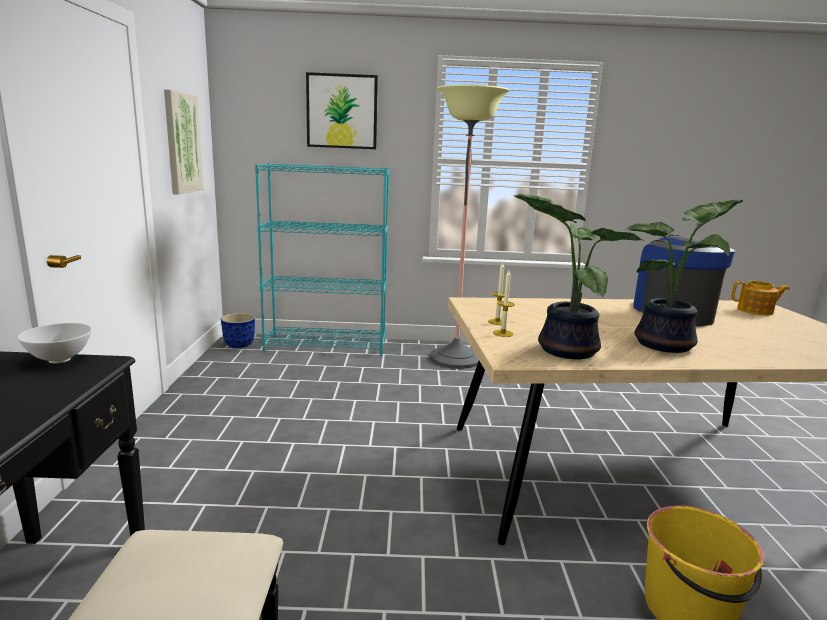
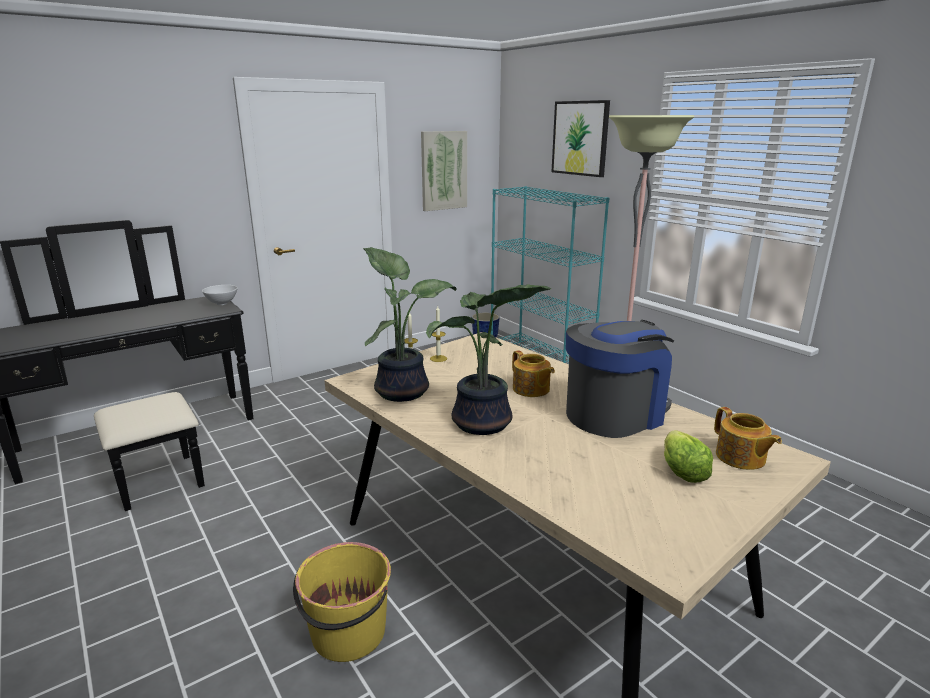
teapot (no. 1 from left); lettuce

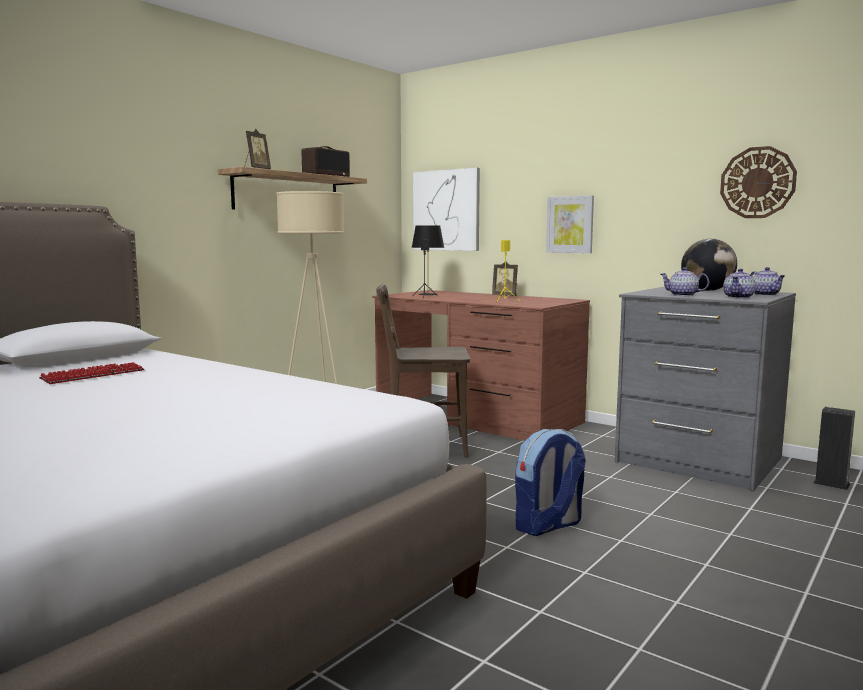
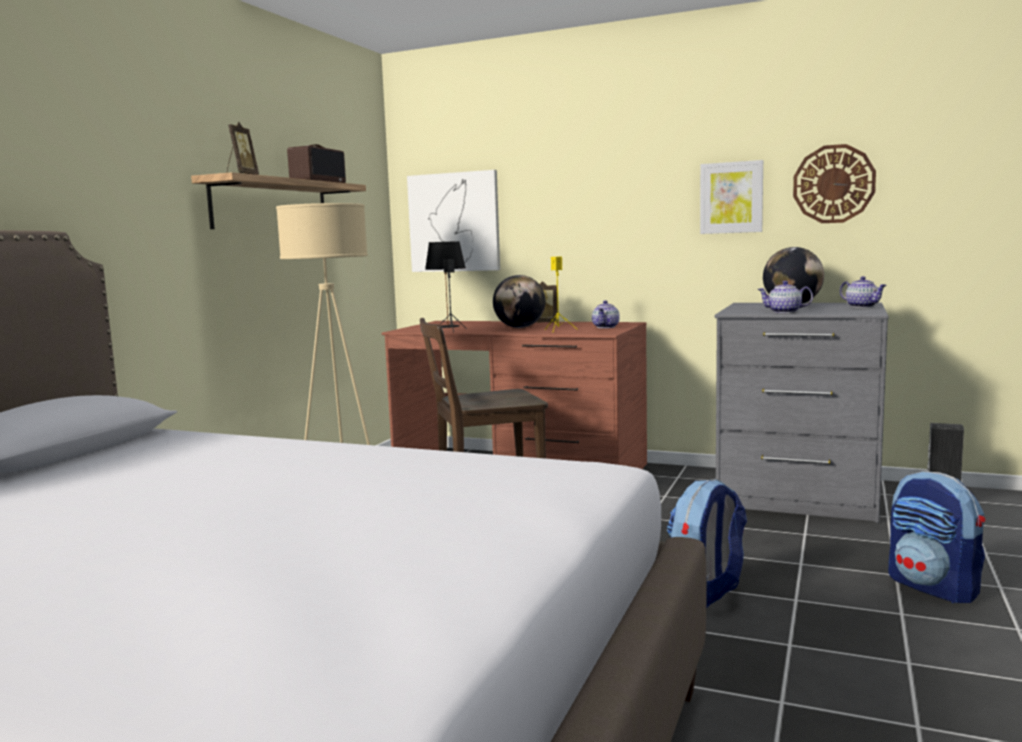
keyboard; globe (no. 1 from left); backpack (no. 2 from left); picture (no. 2 from left); teapot (no. 1 from left)

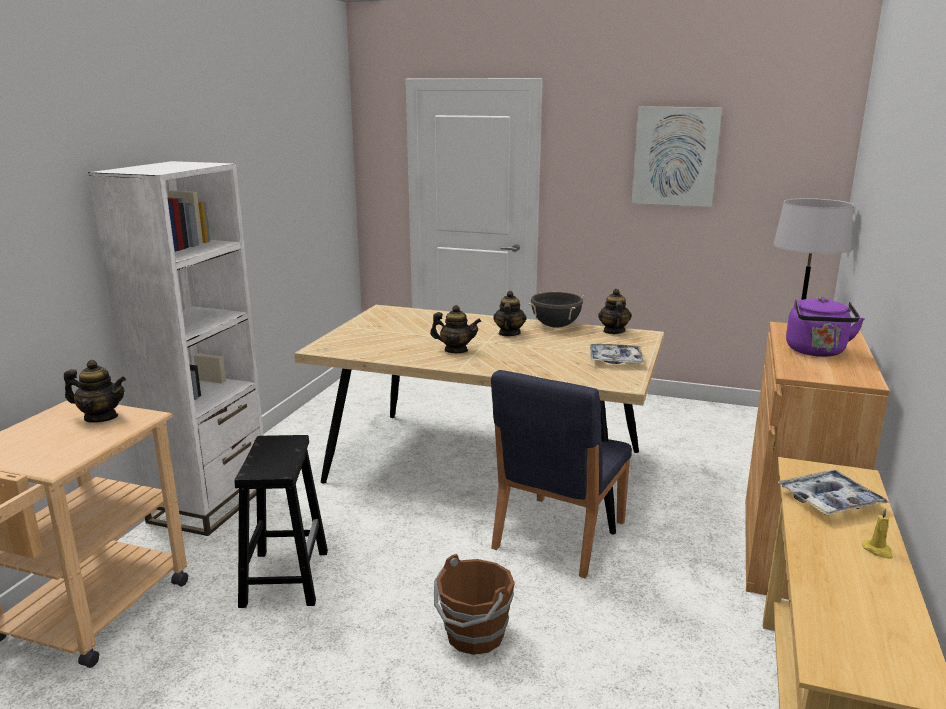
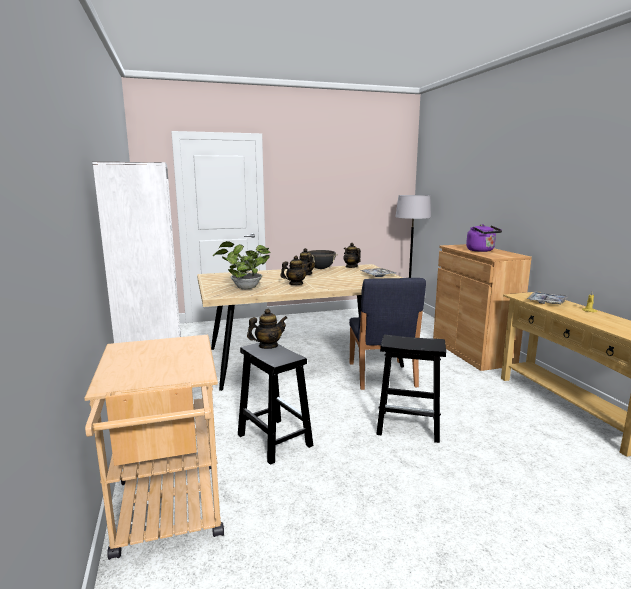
picture; potted plant; teapot (no. 1 from left); stool in black (no. 2 from left)

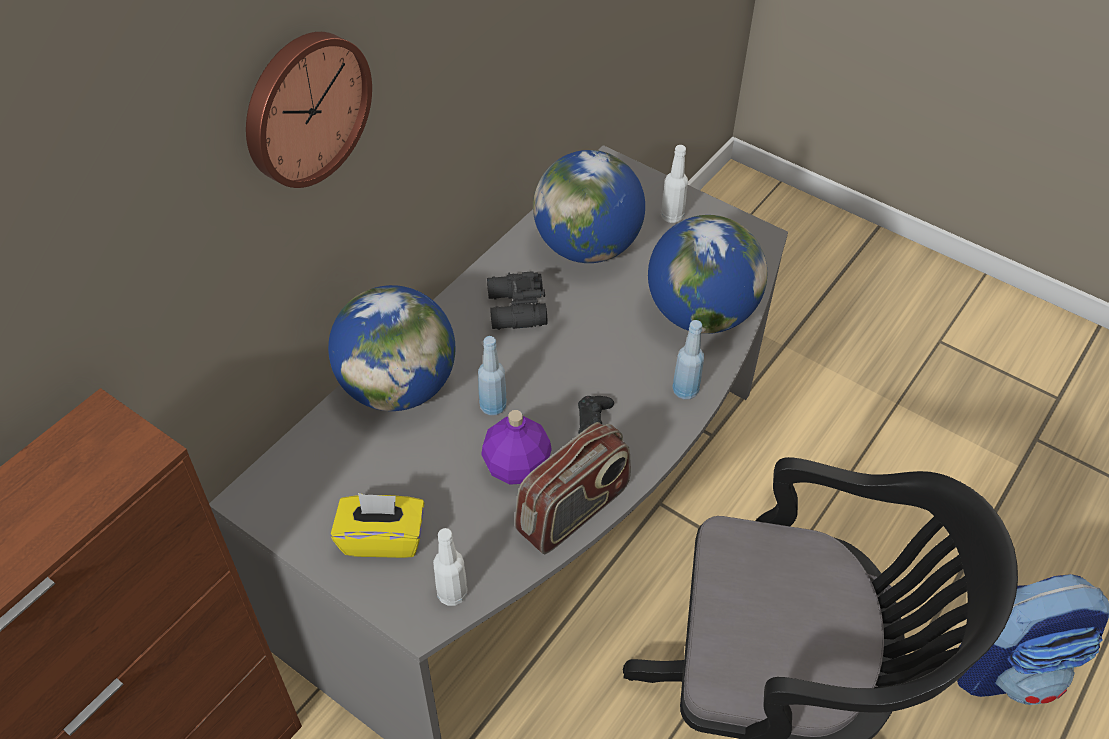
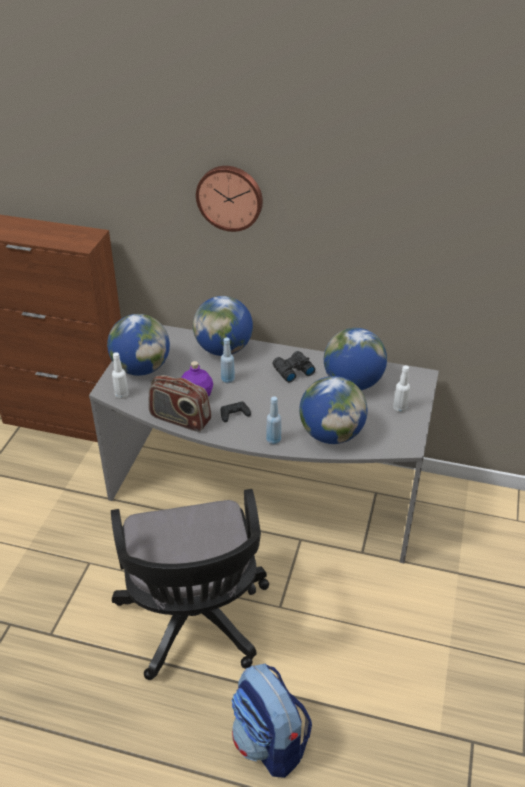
globe (no. 1 from left)

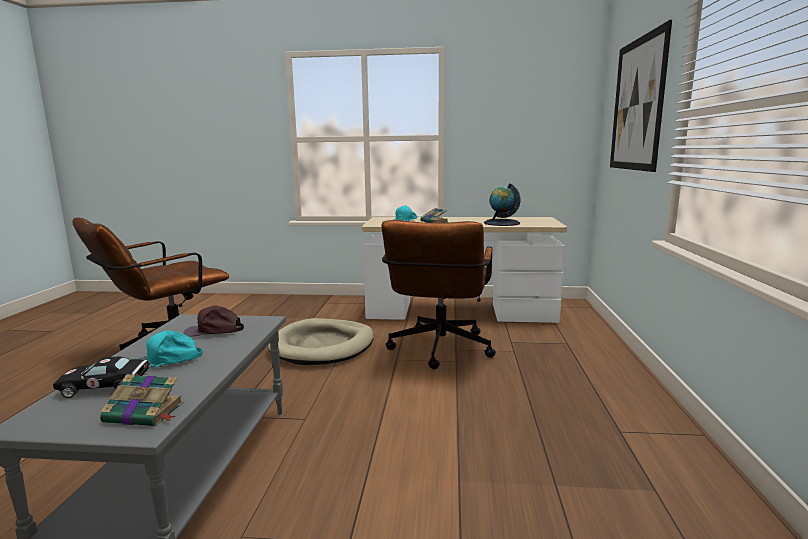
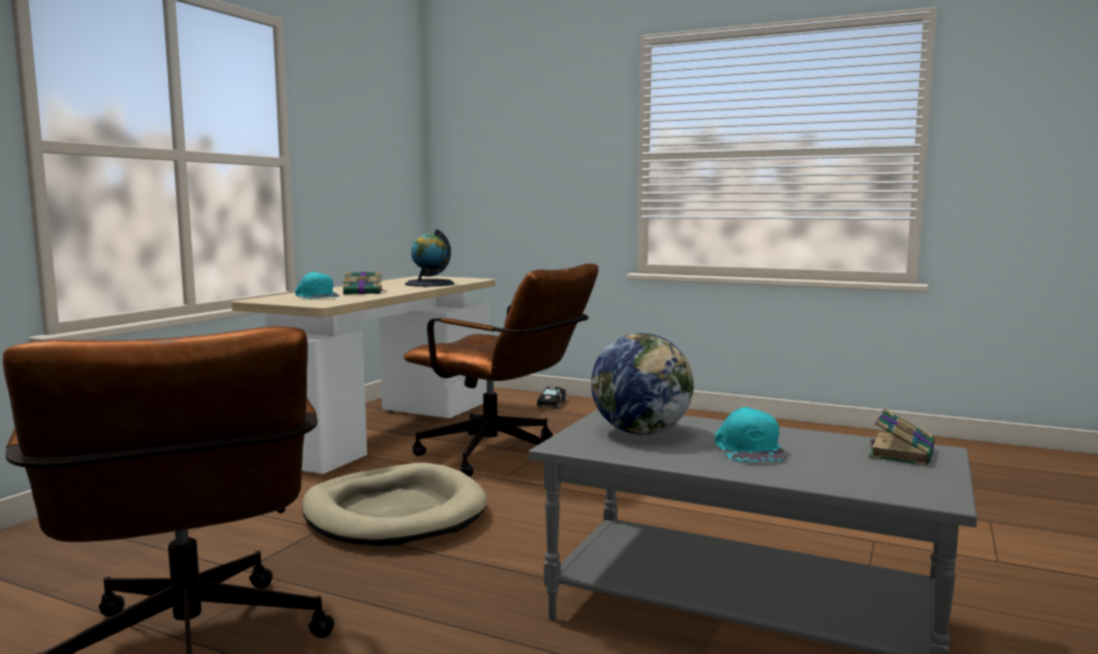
picture; toy car in black; globe (no. 2 from left)

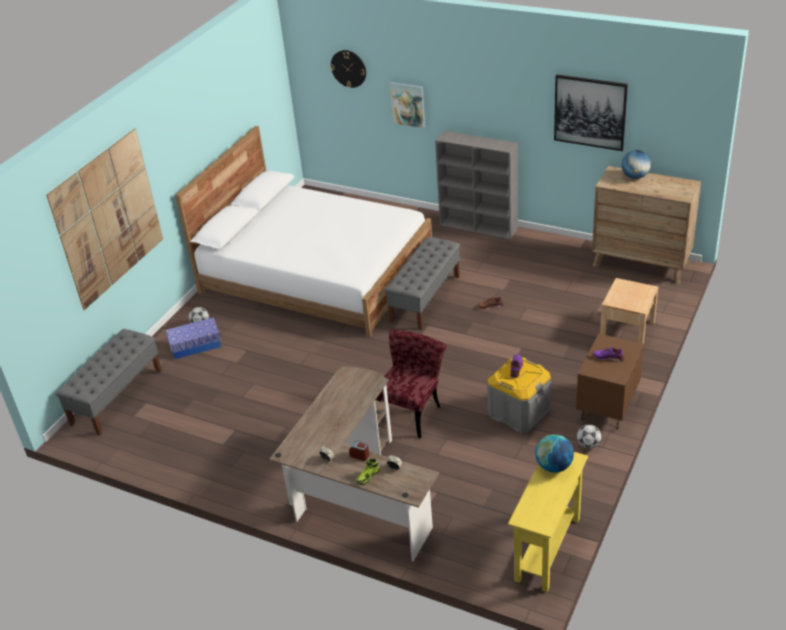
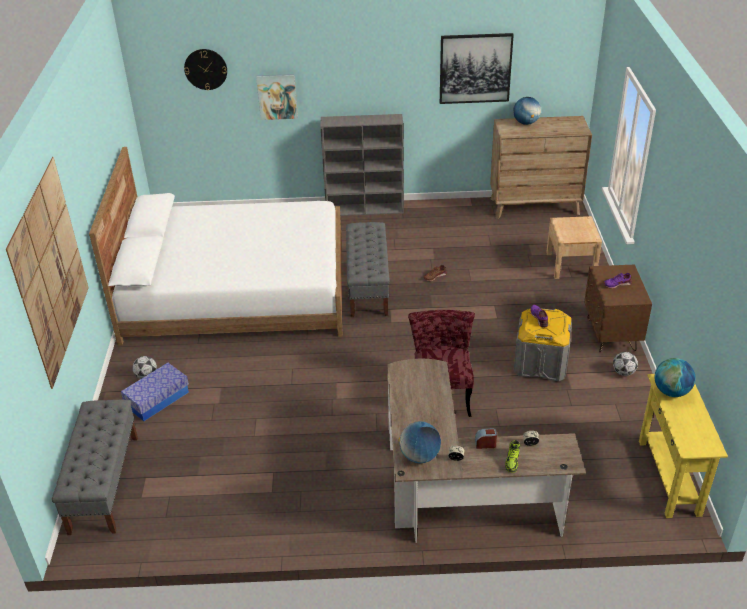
globe (no. 1 from left)

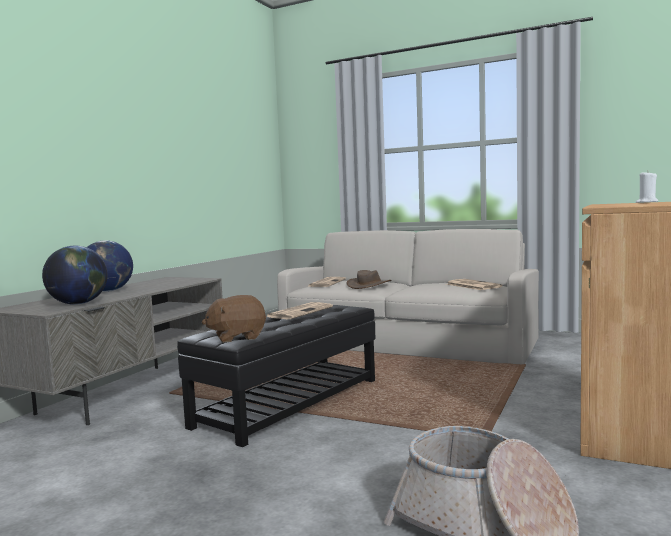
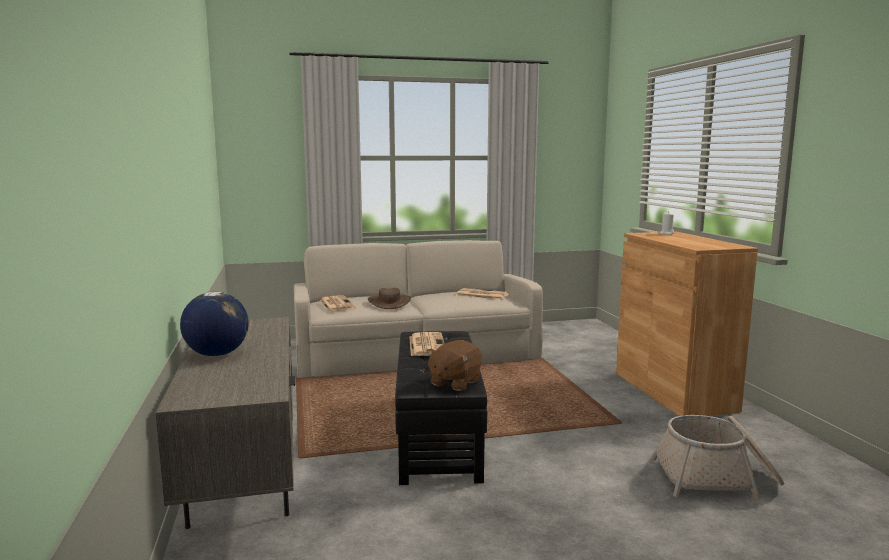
globe (no. 1 from left in the first image)

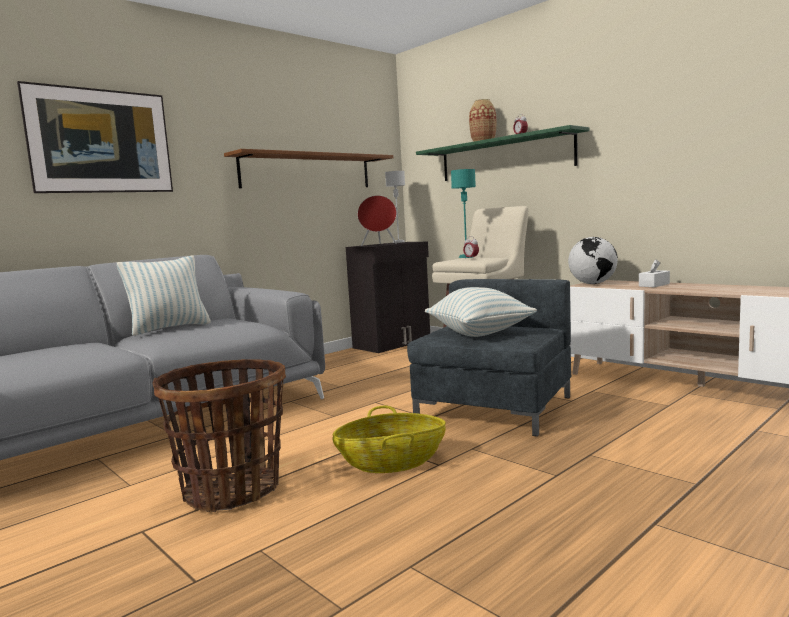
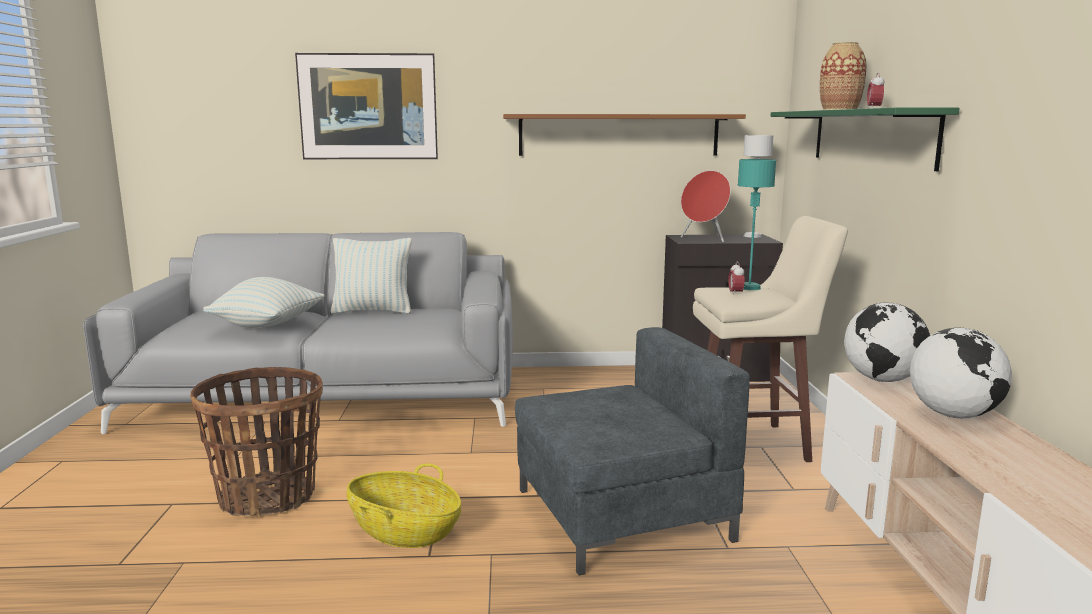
pillow (no. 1 from left); globe (no. 2 from left)

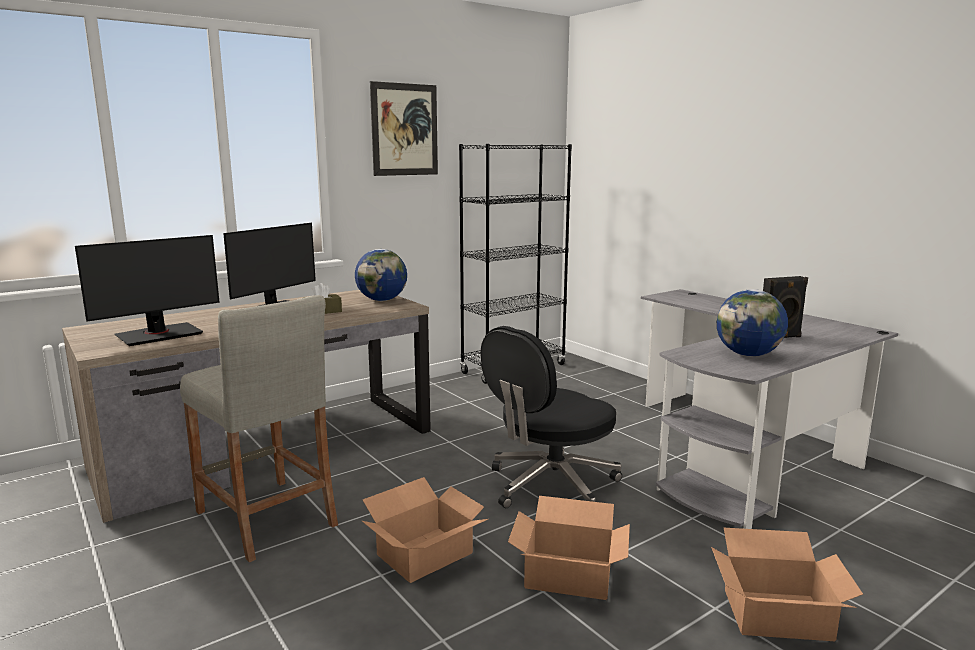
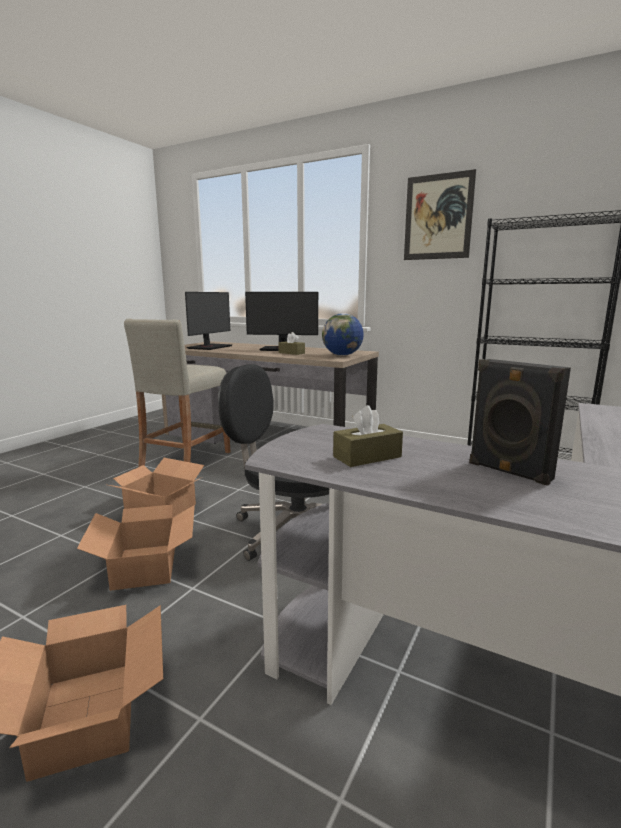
tissue box in brown (no. 2 from left); monitor (no. 1 from left)

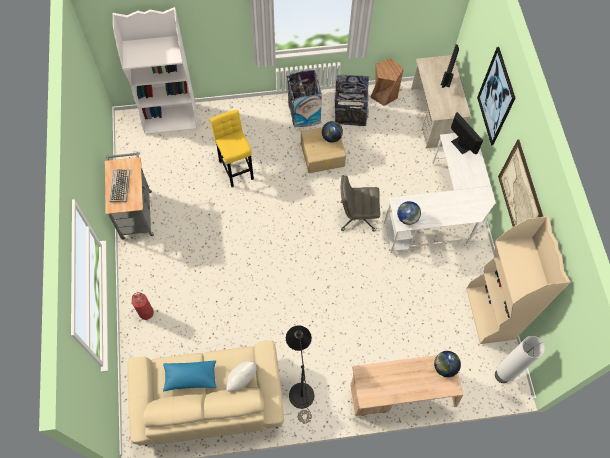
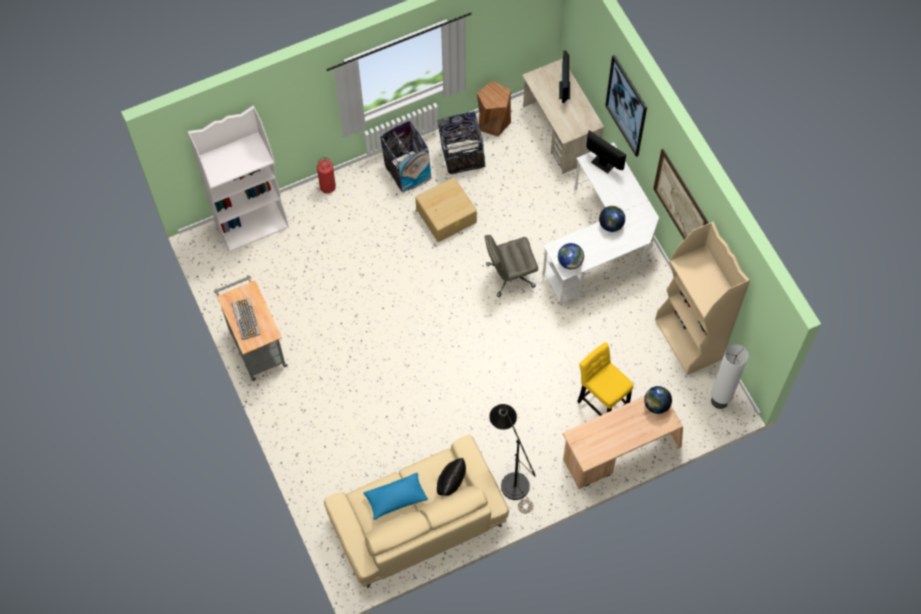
fire extinguisher; stool in yellow; globe (no. 2 from left); pillow in black

